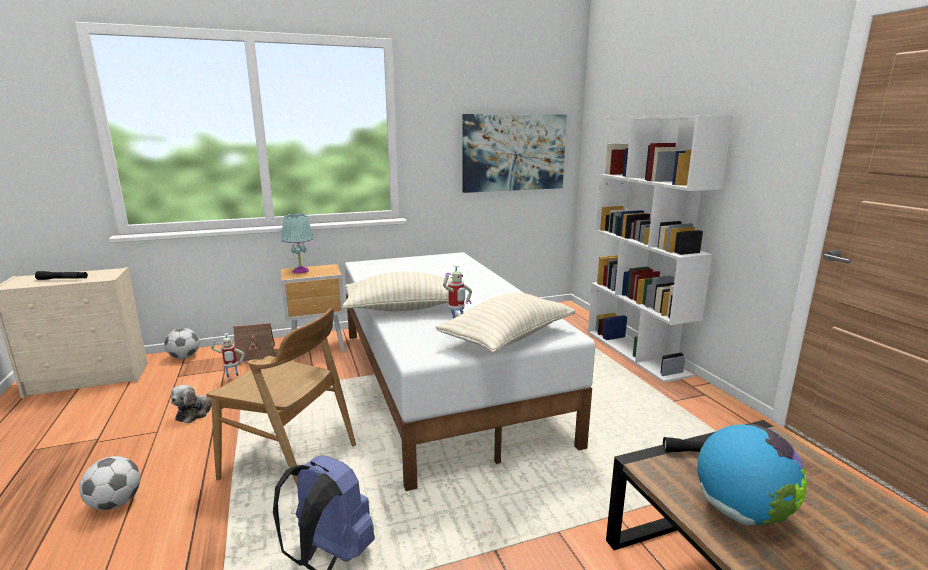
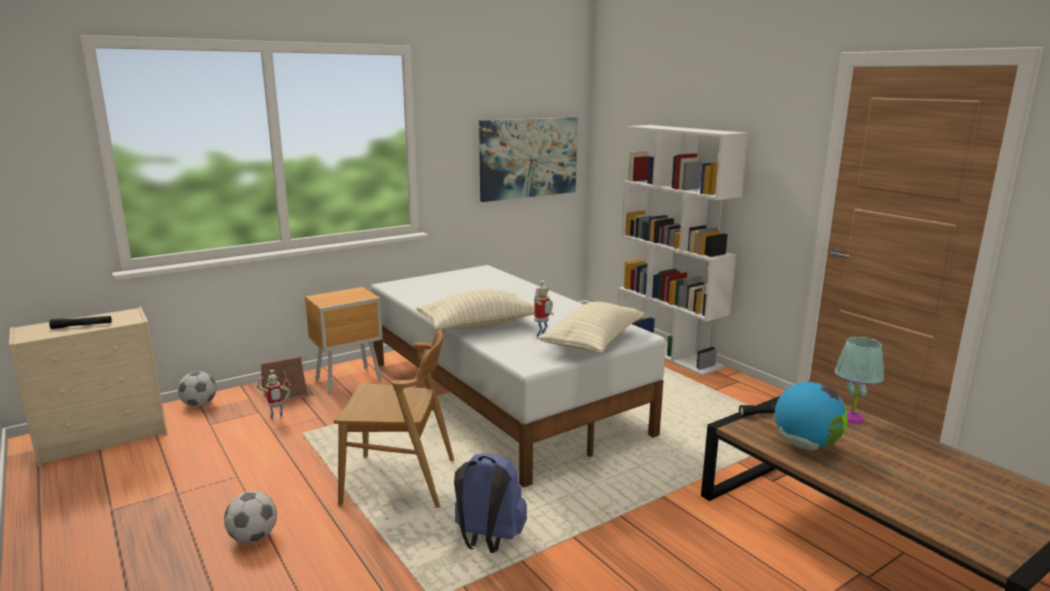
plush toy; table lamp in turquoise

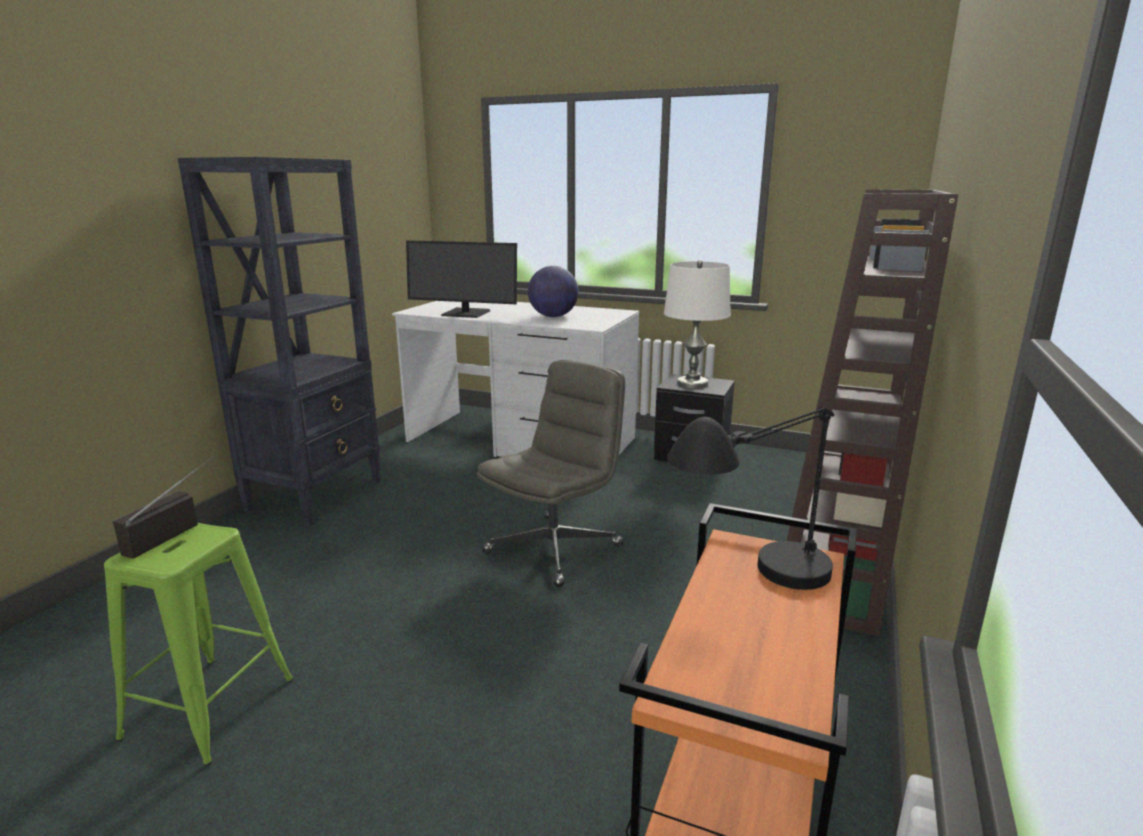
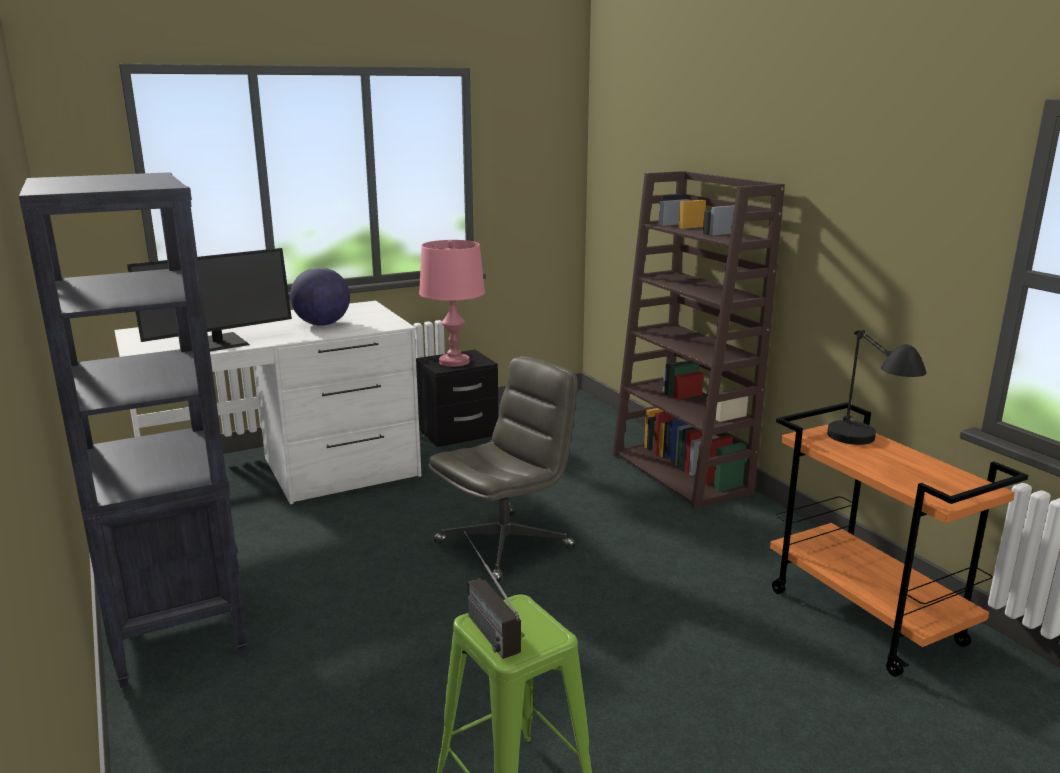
table lamp in pink; office chair in grey

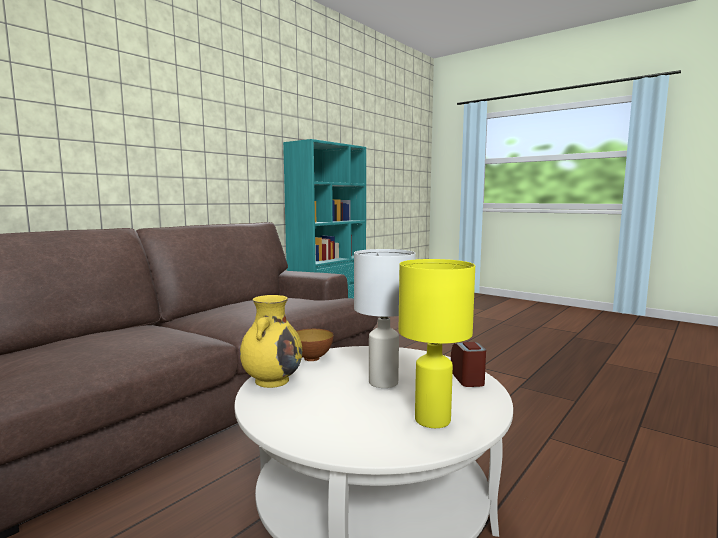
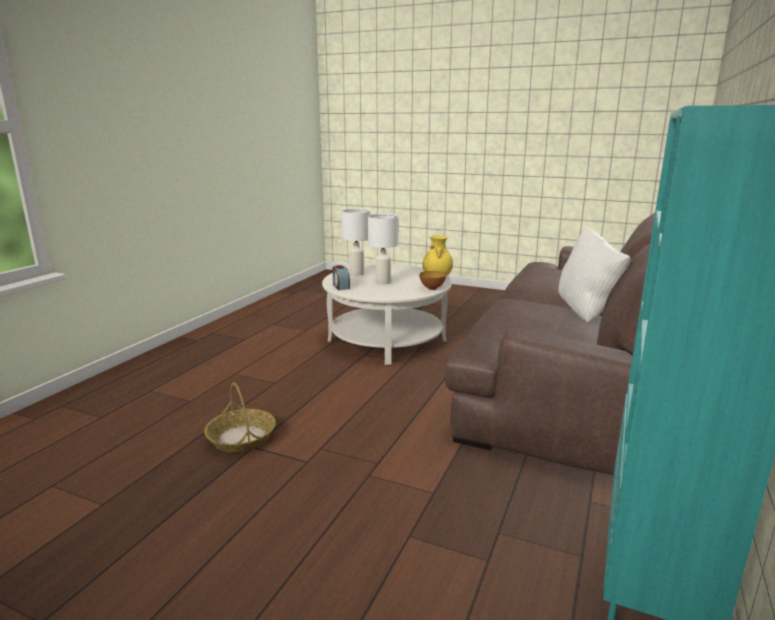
basket; pillow in white; table lamp in white (no. 1 from left)

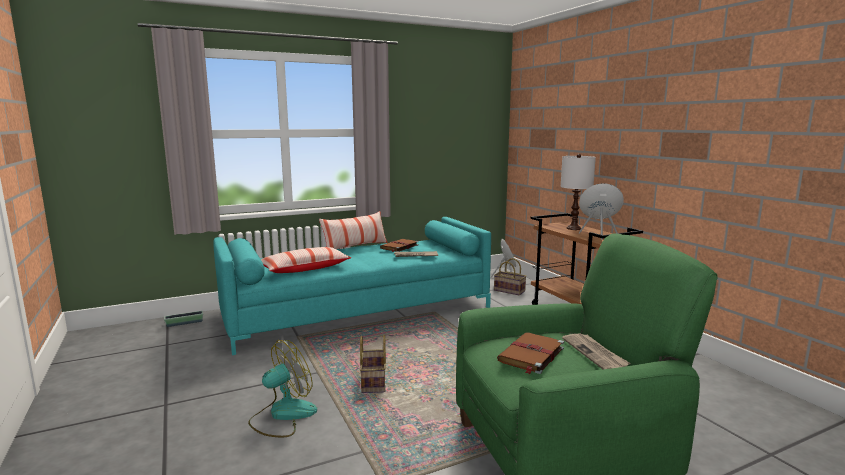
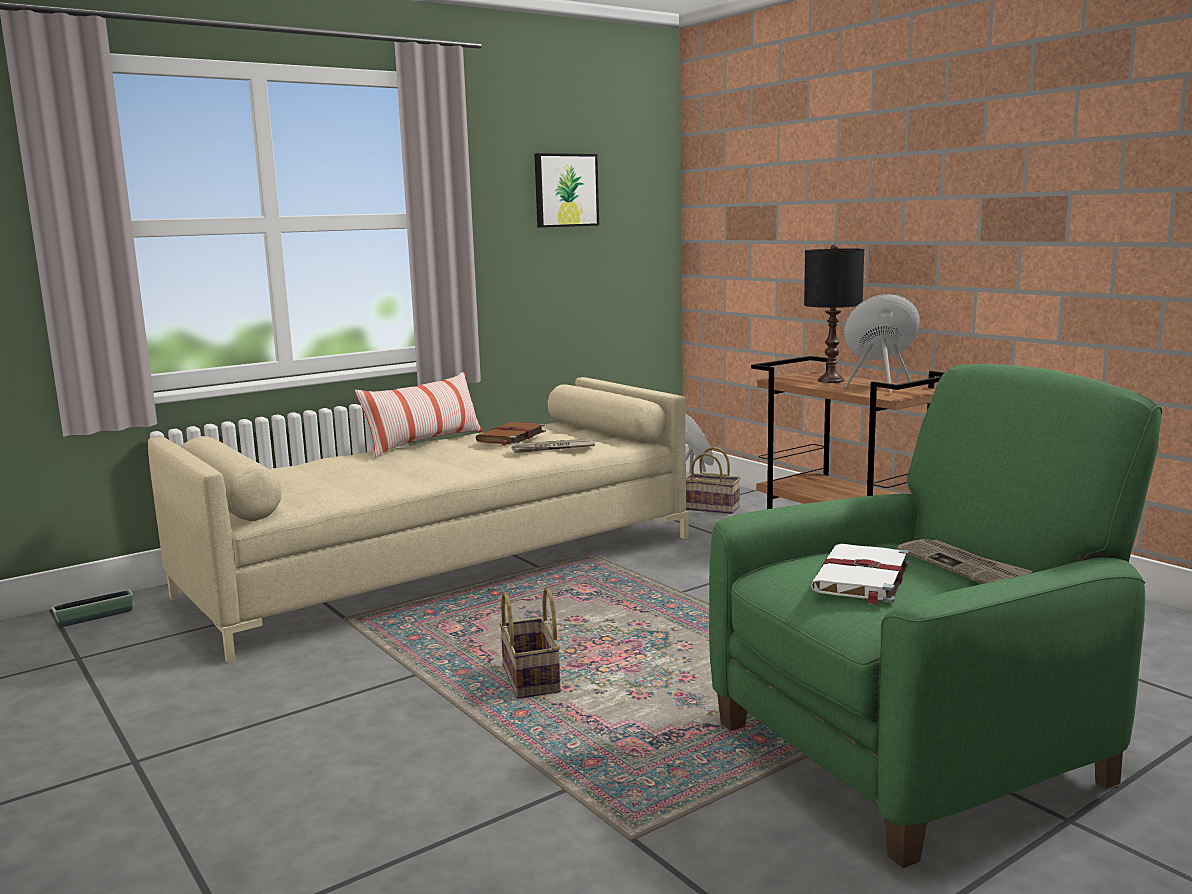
fan; pillow (no. 1 from left in the first image); picture; sofa in beige; book in white; table lamp in black

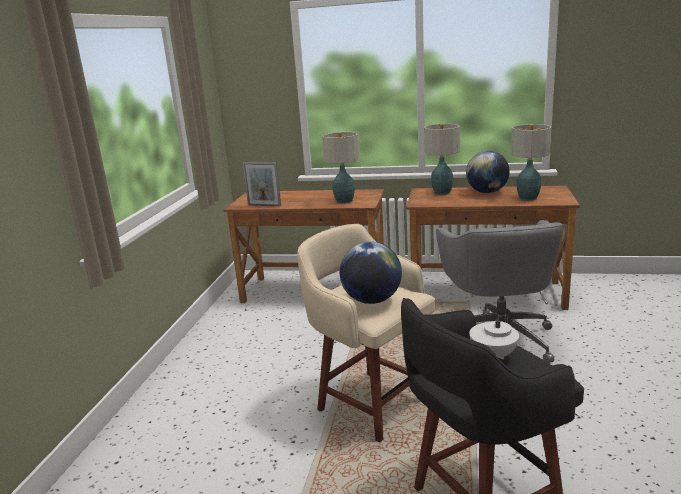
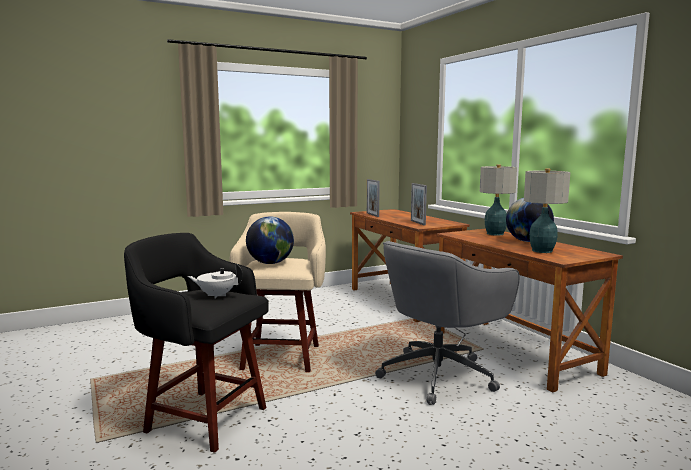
picture frame (no. 2 from left)

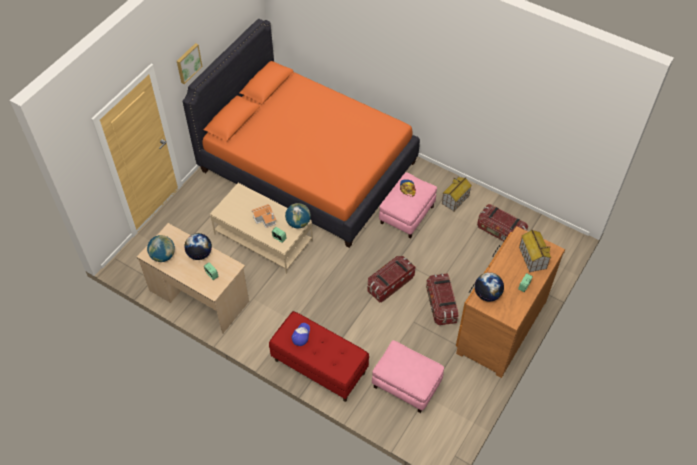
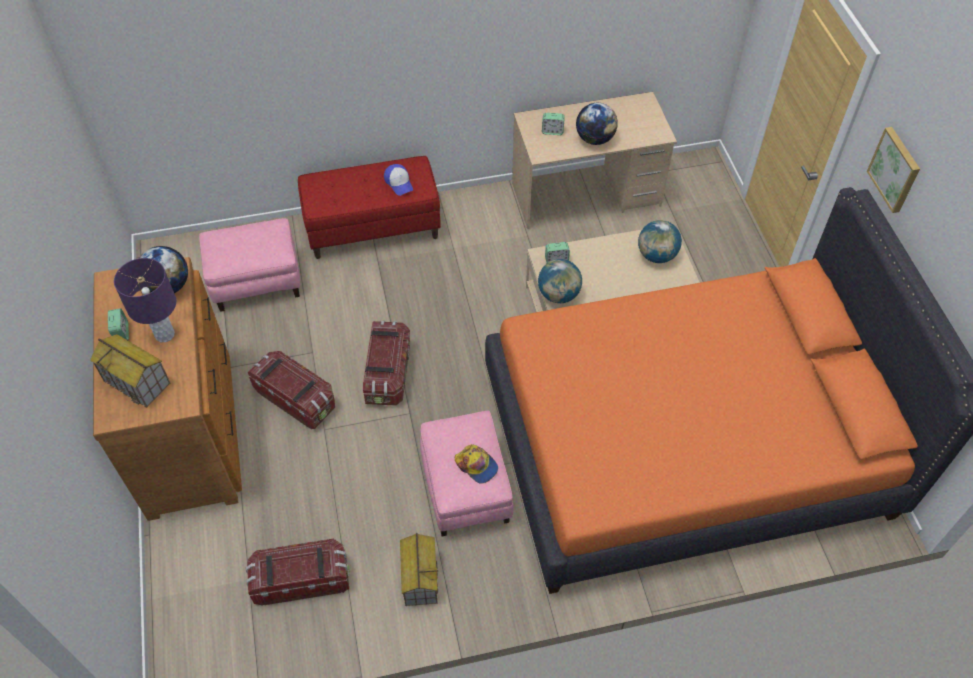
toy house (no. 1 from left in the first image); table lamp in purple; globe (no. 4 from left)

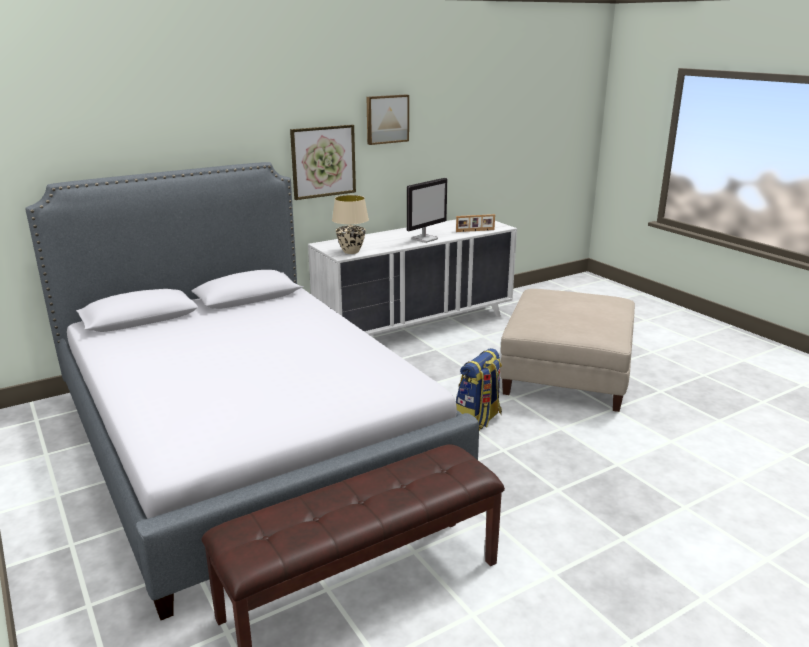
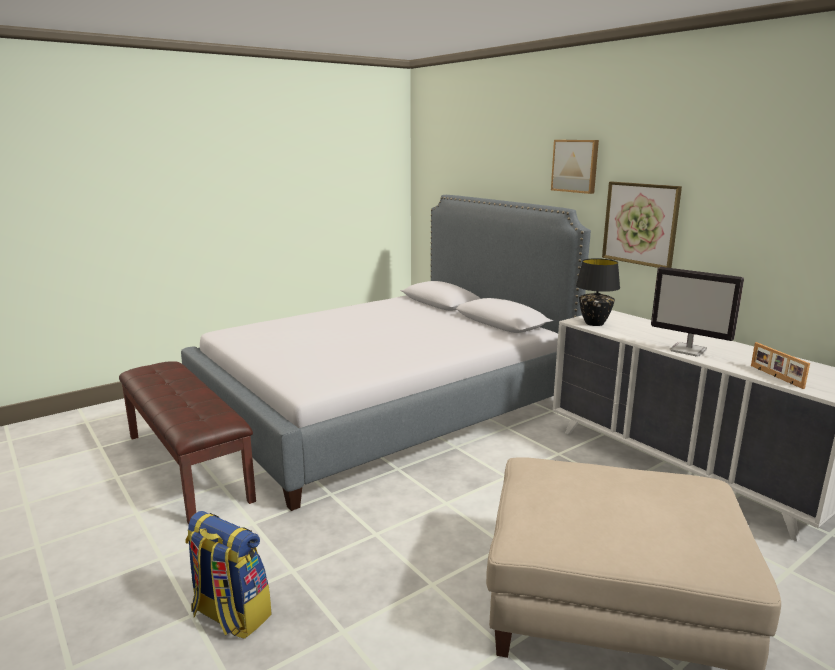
picture (no. 1 from left); backpack; table lamp in black

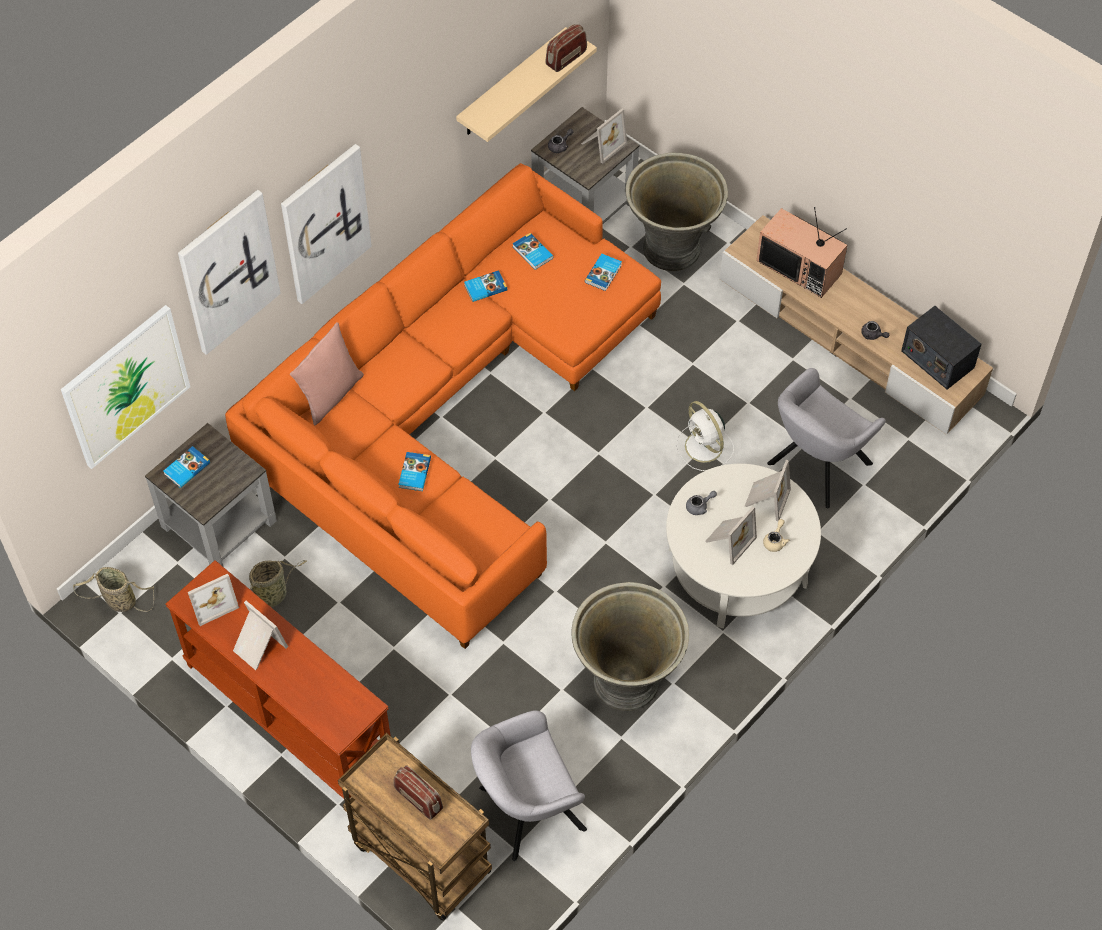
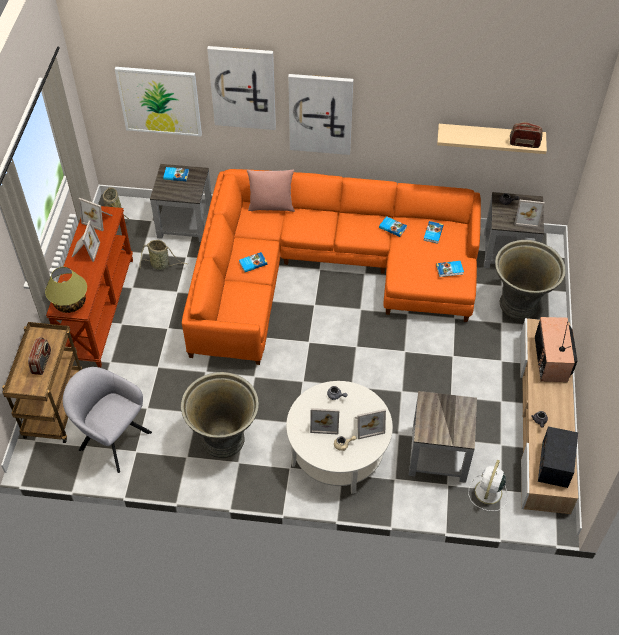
table lamp; fan in white; side table in grey (no. 2 from left)

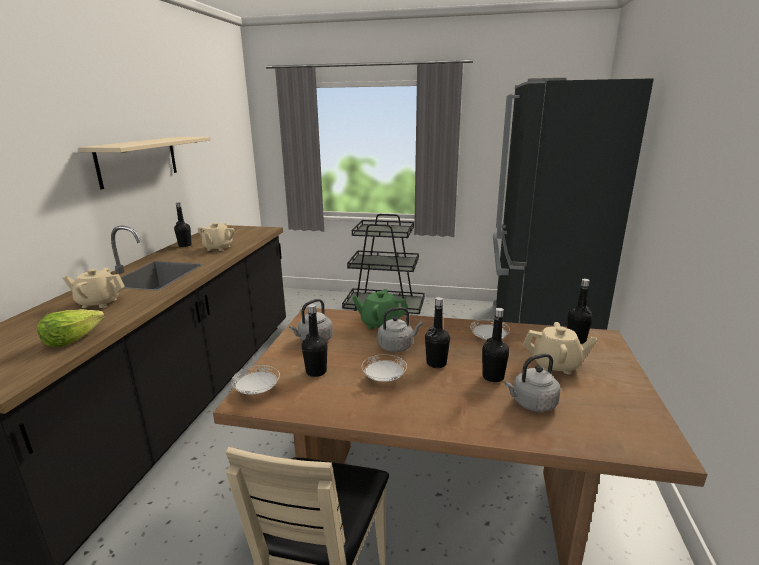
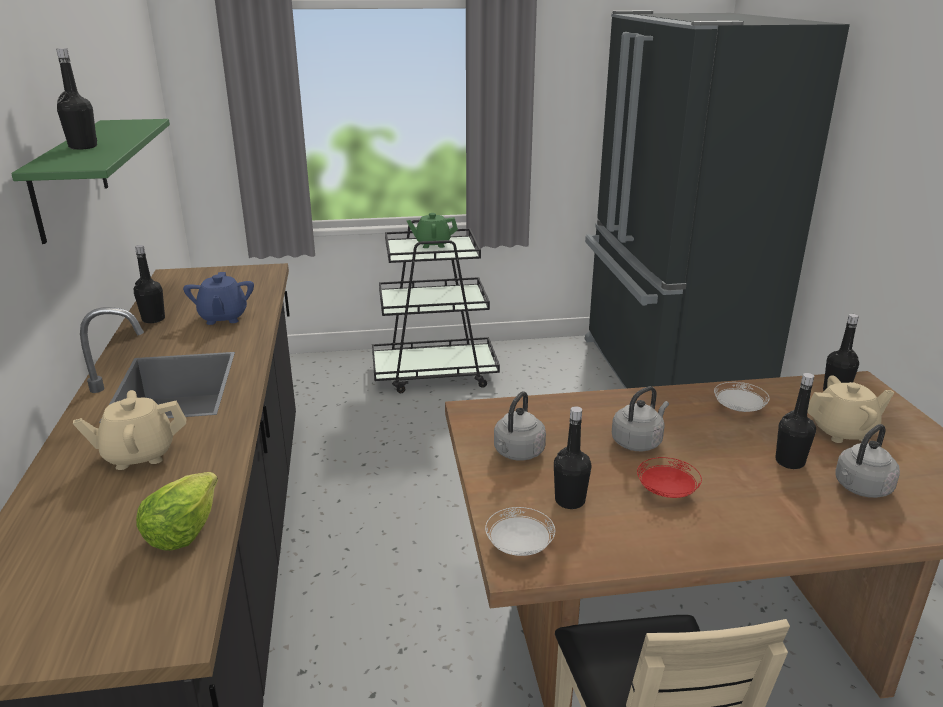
teapot in green; bottle in black (no. 1 from left); shelf in green; teapot in blue; plate in red

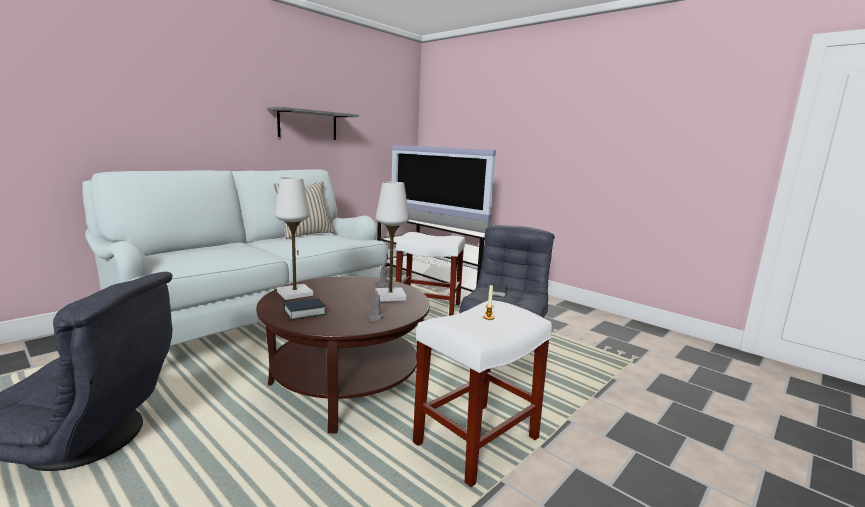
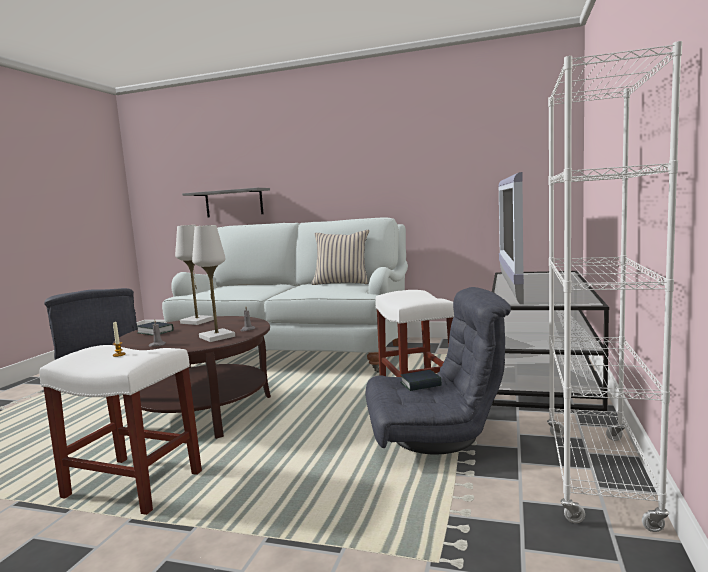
bookcase in white; shelf in grey

